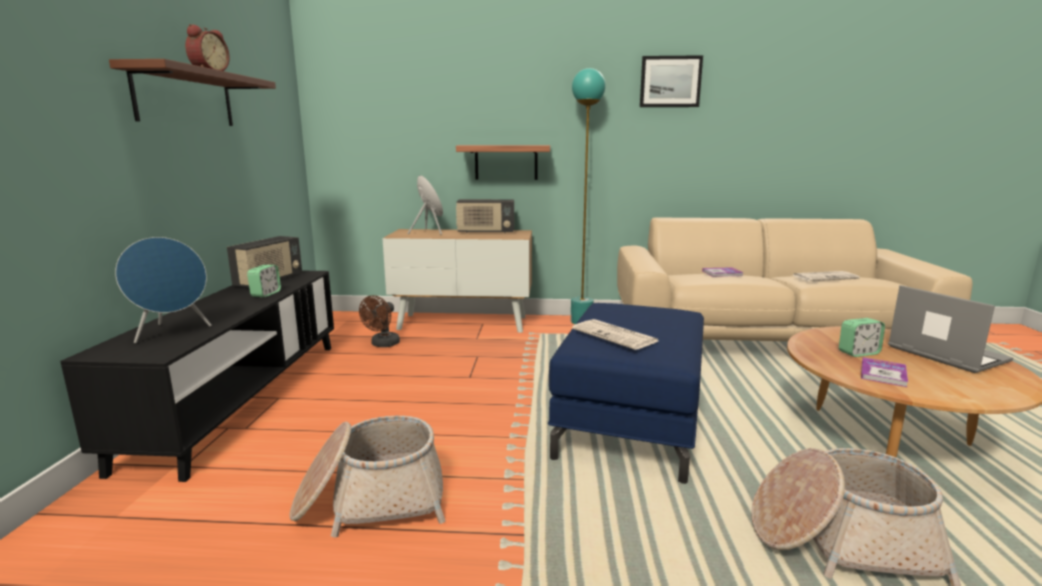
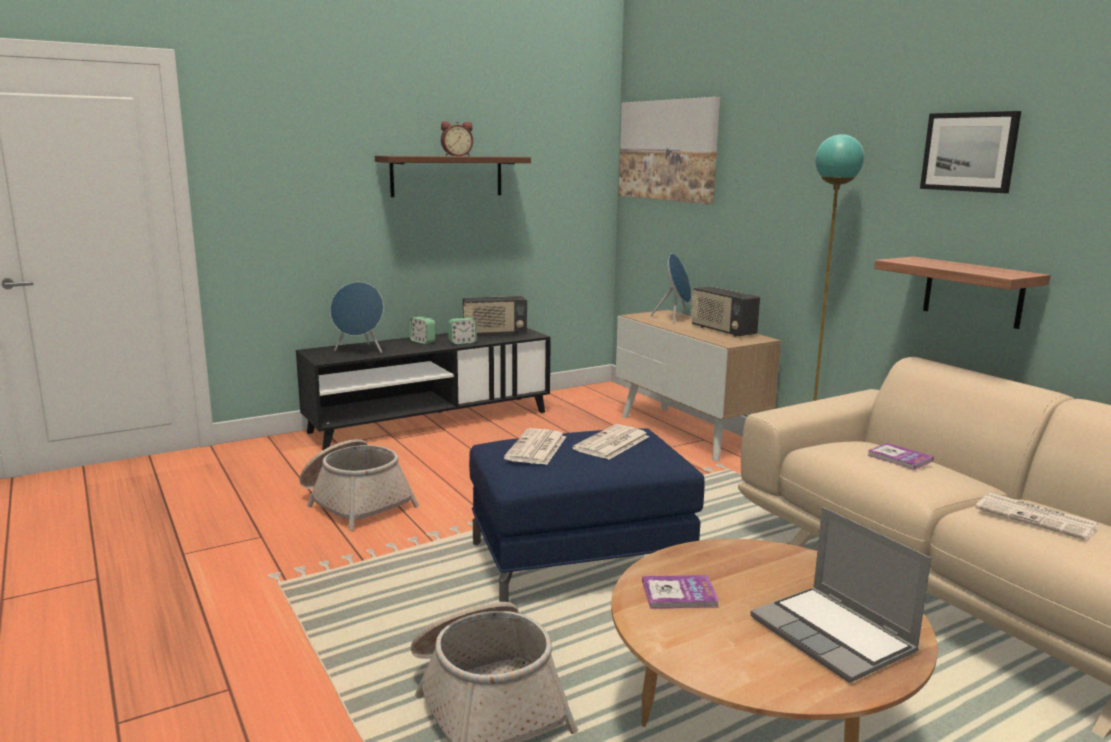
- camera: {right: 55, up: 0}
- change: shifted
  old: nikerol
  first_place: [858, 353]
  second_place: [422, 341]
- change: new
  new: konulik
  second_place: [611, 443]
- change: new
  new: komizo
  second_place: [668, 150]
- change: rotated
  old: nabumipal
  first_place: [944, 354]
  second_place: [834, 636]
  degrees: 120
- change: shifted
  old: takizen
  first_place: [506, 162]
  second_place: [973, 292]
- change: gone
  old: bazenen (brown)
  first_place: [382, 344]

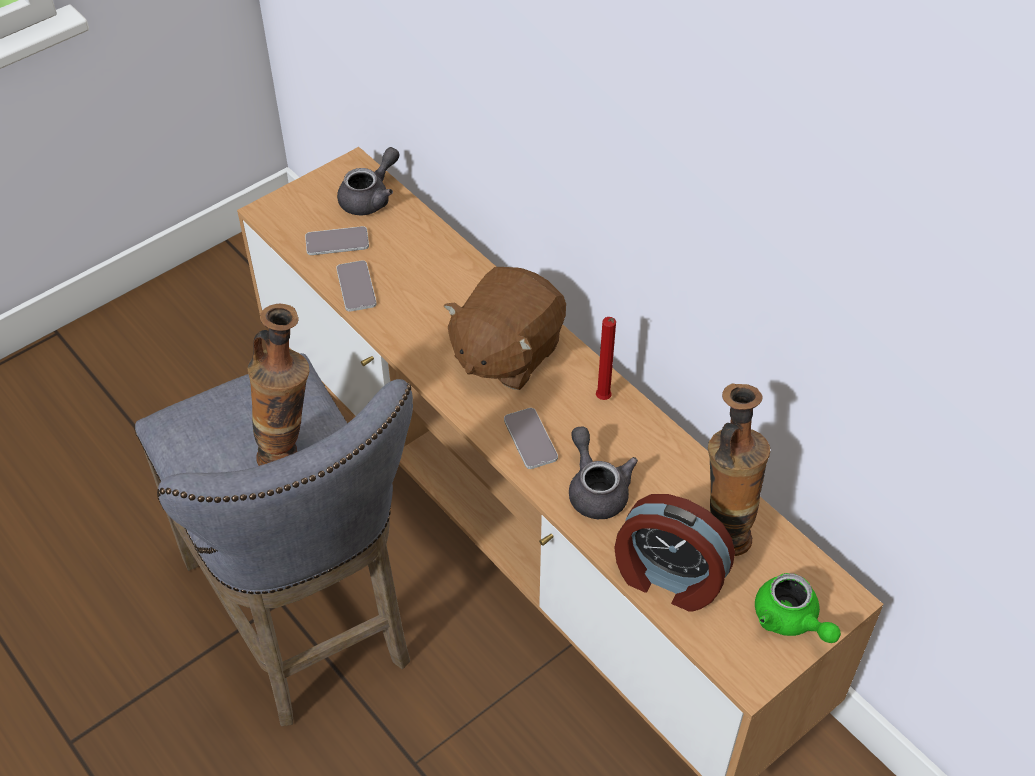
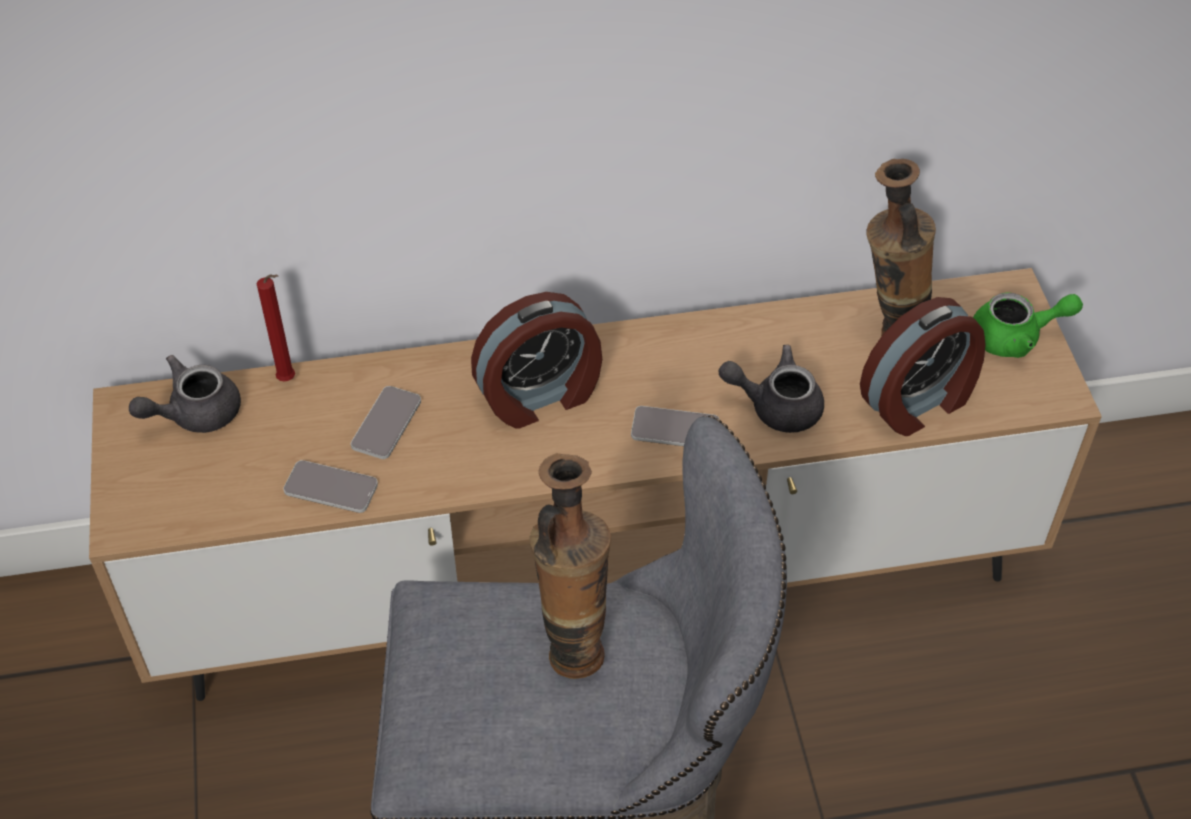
- camera: {right: -60, up: 0}
- change: rotated
  old: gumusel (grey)
  first_place: [370, 197]
  second_place: [194, 413]
  degrees: -105
- change: shifted
  old: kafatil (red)
  first_place: [603, 400]
  second_place: [289, 380]
- change: shifted
  old: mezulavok
  first_place: [337, 242]
  second_place: [386, 423]
- change: swapped
  old: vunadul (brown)
  new: nikerol
  first_place: [506, 353]
  second_place: [540, 396]

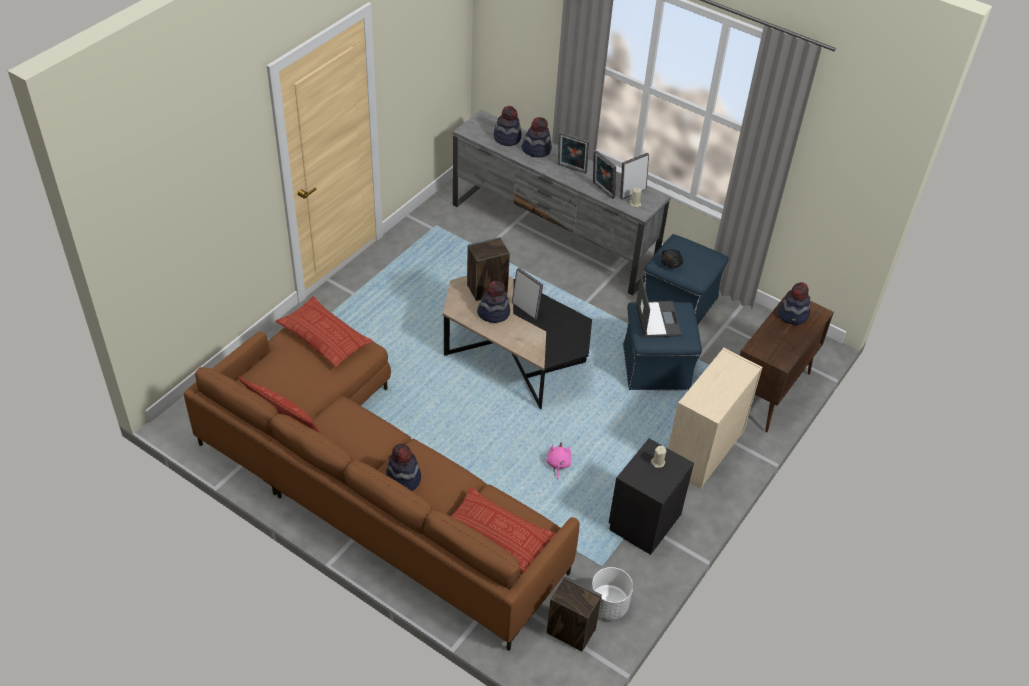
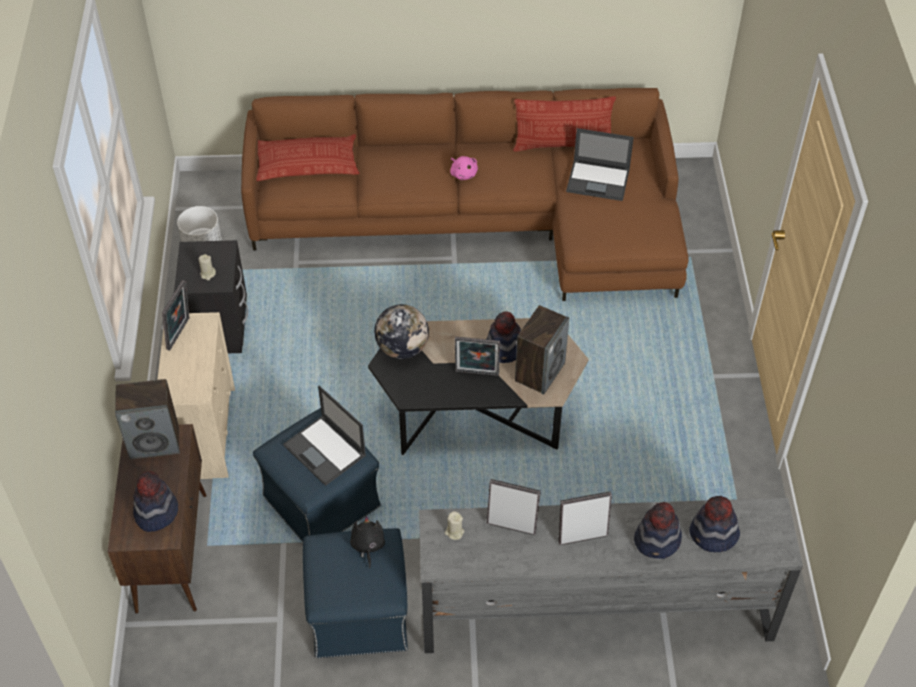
- camera: {right: 145, up: 5}
- change: shifted
  old: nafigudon
  first_place: [570, 631]
  second_place: [155, 441]
- change: shifted
  old: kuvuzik
  first_place: [632, 192]
  second_place: [180, 334]
- change: new
  new: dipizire
  second_place: [402, 348]
- change: shifted
  old: vunadul (pink)
  first_place: [558, 465]
  second_place: [463, 173]
- change: new
  new: nabumipal
  second_place: [599, 180]
- change: gone
  old: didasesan
  first_place: [324, 336]
- change: gone
  old: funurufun
  first_place: [403, 478]

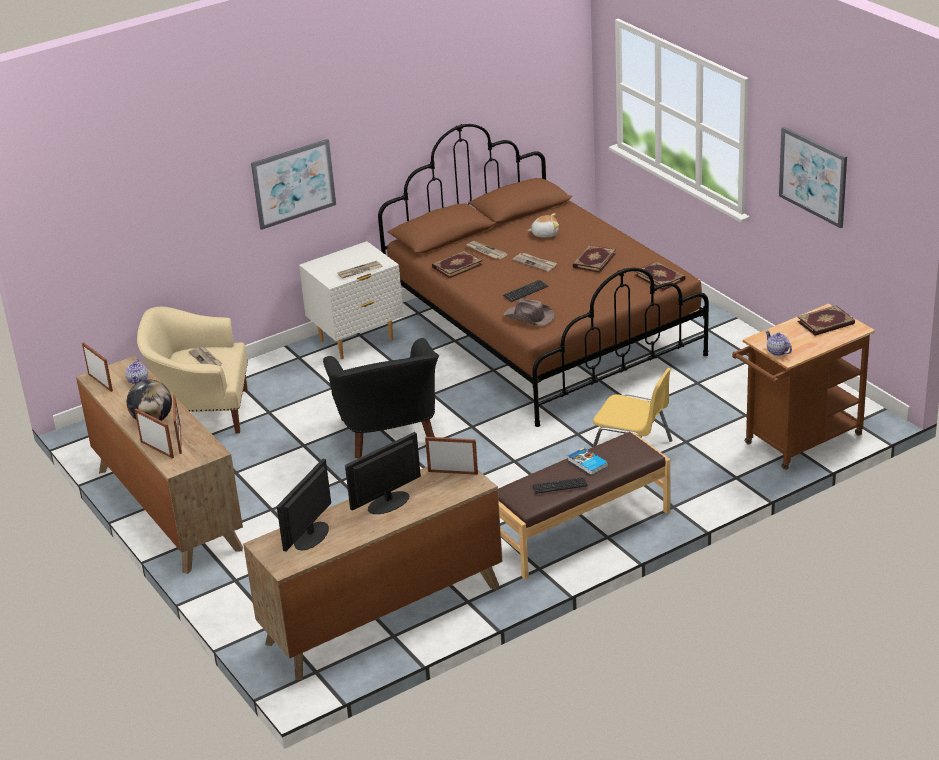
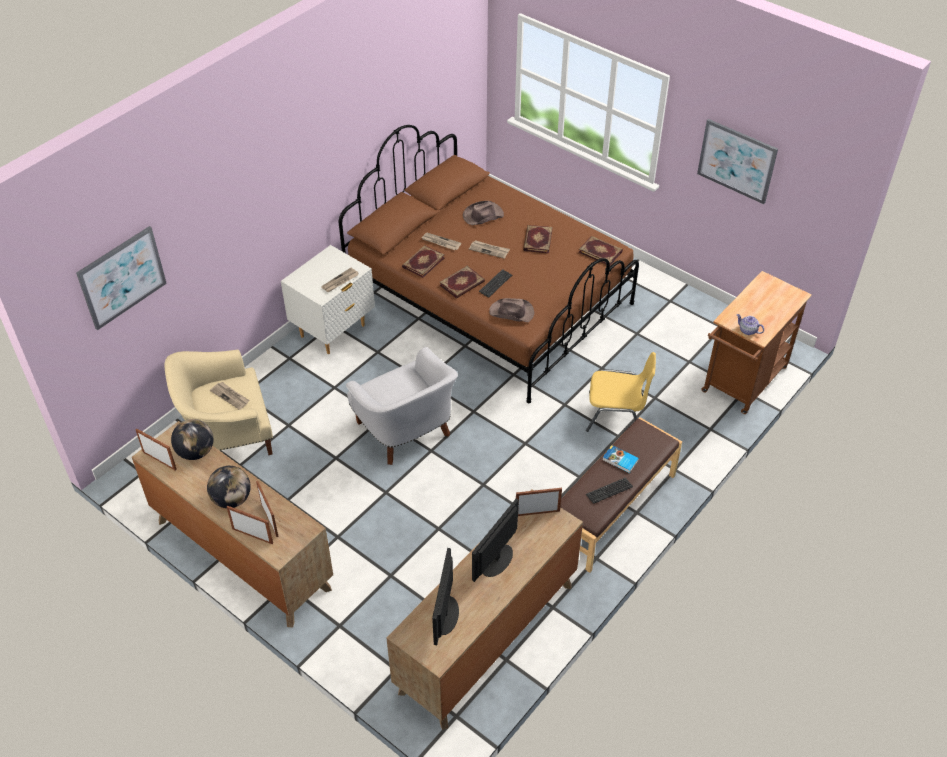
- camera: {right: -20, up: 15}
- change: shifted
  old: komizo
  first_place: [293, 183]
  second_place: [122, 277]
- change: swapped
  old: gumusel
  new: dipizire
  first_place: [138, 380]
  second_place: [196, 452]
- change: repainted
  old: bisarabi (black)
  new: bisarabi (white)
  first_place: [388, 434]
  second_place: [405, 432]
- change: shifted
  old: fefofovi
  first_place: [826, 323]
  second_place: [462, 284]
- change: swapped
  old: vunadul
  new: funurufun (brown)
  first_place: [545, 234]
  second_place: [482, 215]

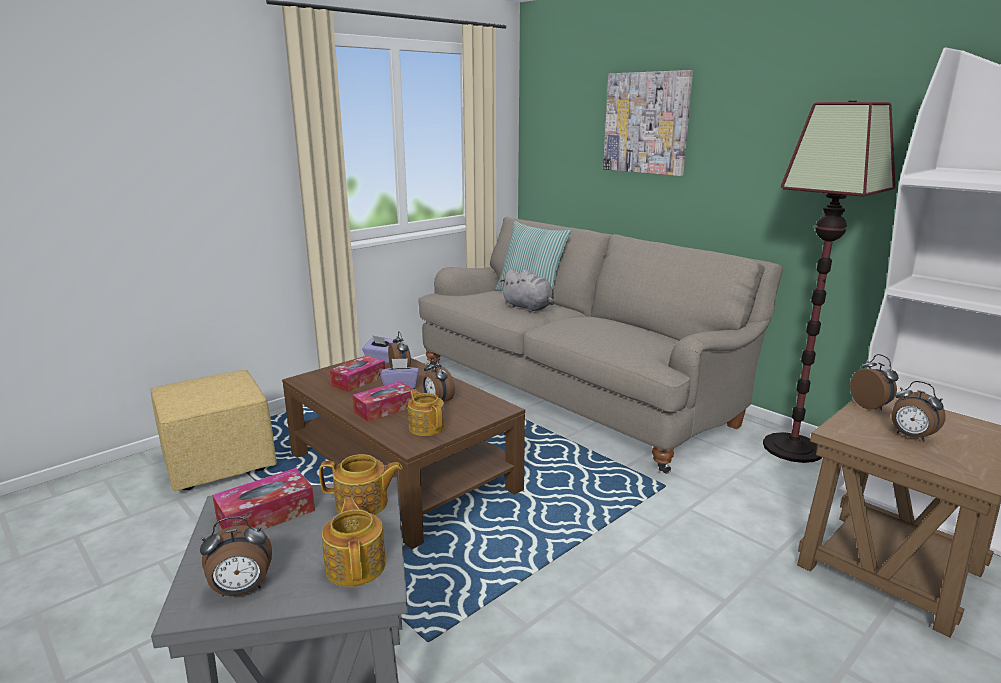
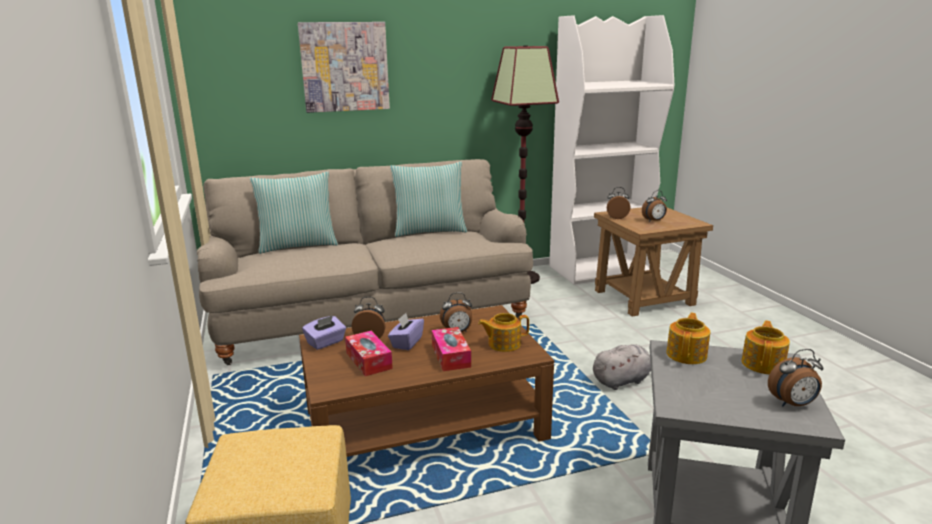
- camera: {right: -65, up: 0}
- change: new
  new: didasesan
  second_place: [429, 231]
- change: shifted
  old: vunadul (grey)
  first_place: [529, 308]
  second_place: [623, 380]
- change: rotated
  old: gumusel
  first_place: [356, 565]
  second_place: [763, 364]
  degrees: 105
- change: rotated
  old: nikerol
  first_place: [241, 590]
  second_place: [792, 404]
  degrees: 75
- change: gone
  old: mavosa
  first_place: [266, 515]

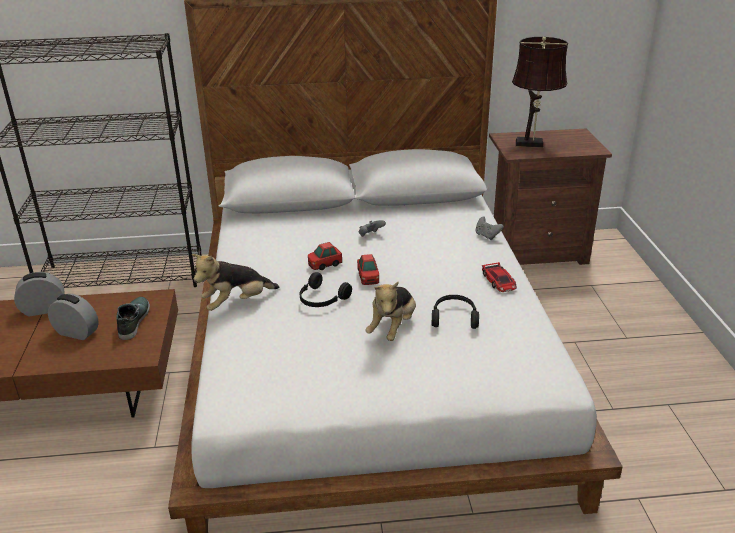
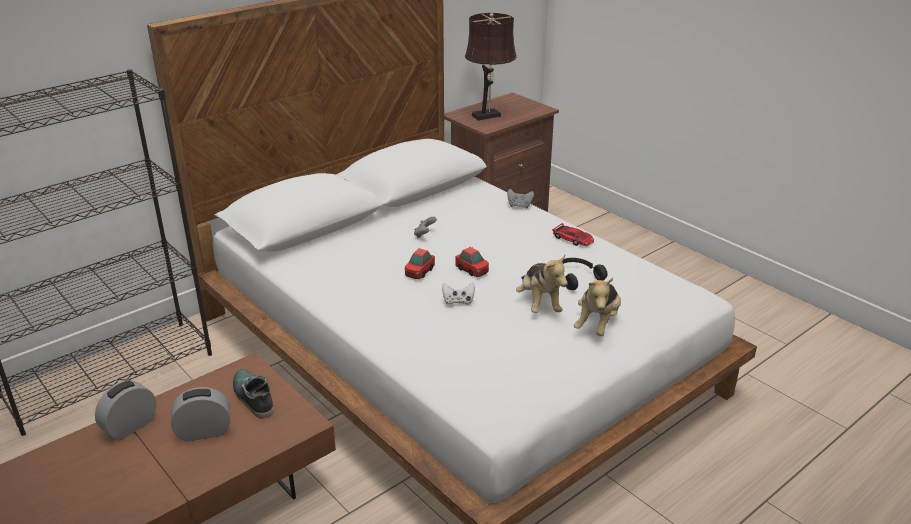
- camera: {right: -35, up: 0}
- change: swapped
  old: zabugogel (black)
  new: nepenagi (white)
  first_place: [321, 299]
  second_place: [458, 301]
- change: shifted
  old: vunadul
  first_place: [237, 303]
  second_place: [597, 323]

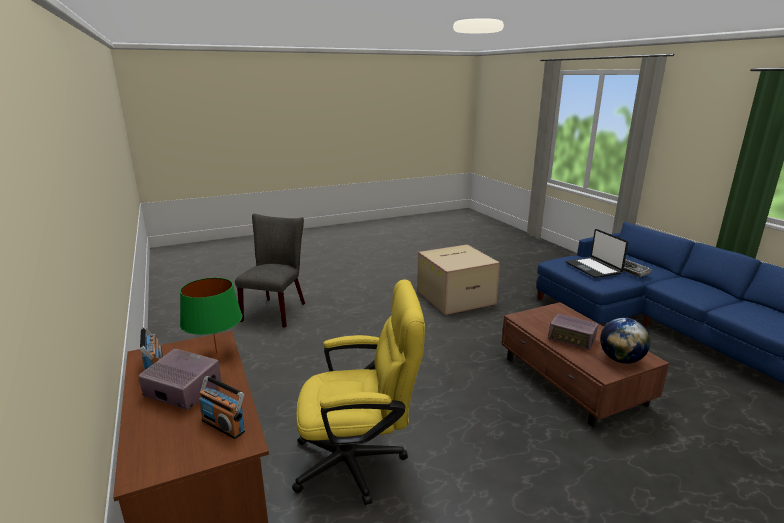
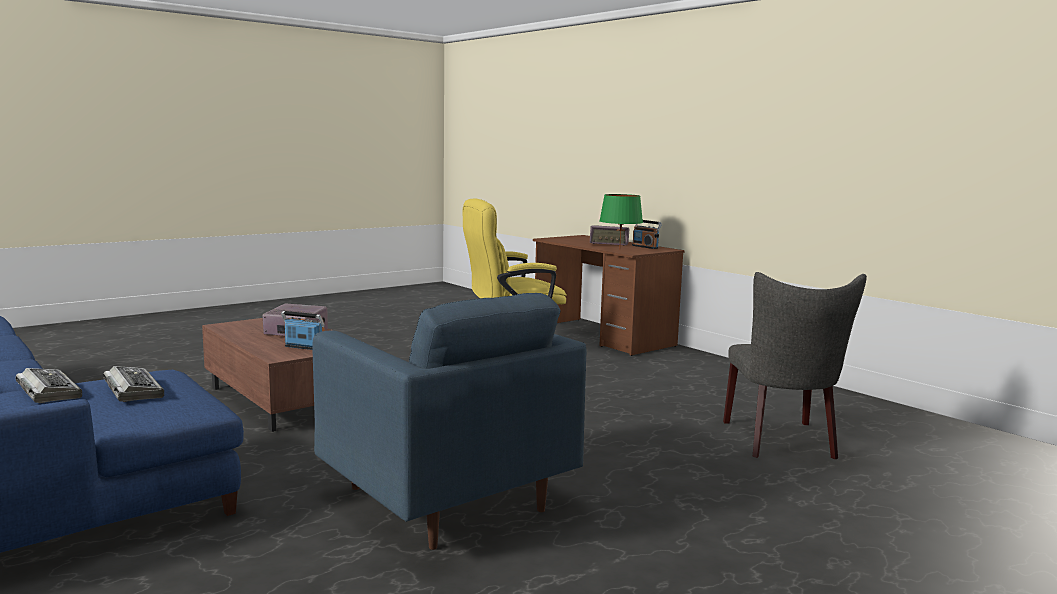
- camera: {right: 165, up: -10}
- change: swapped
  old: nabumipal
  new: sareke
  first_place: [593, 268]
  second_place: [133, 390]
- change: shifted
  old: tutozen
  first_place: [224, 425]
  second_place: [304, 347]
- change: swapped
  old: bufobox
  new: bisarabi (blue)
  first_place: [456, 297]
  second_place: [445, 499]
- change: gone
  old: dipizire
  first_place: [620, 359]

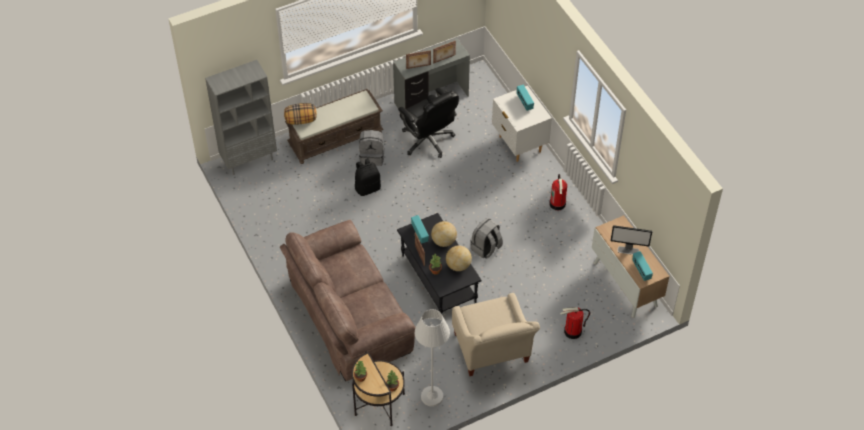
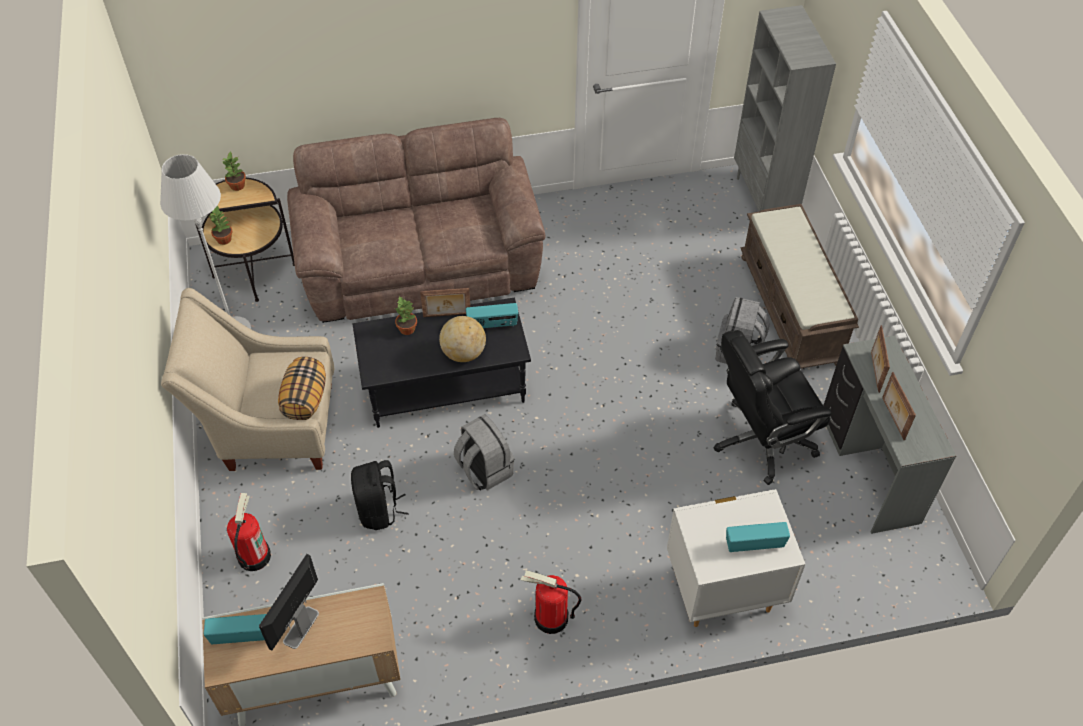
- camera: {right: 105, up: 0}
- change: shifted
  old: didasesan
  first_place: [301, 120]
  second_place: [305, 400]
- change: shifted
  old: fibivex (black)
  first_place: [367, 188]
  second_place: [379, 510]
- change: gone
  old: dipizire
  first_place: [458, 266]

